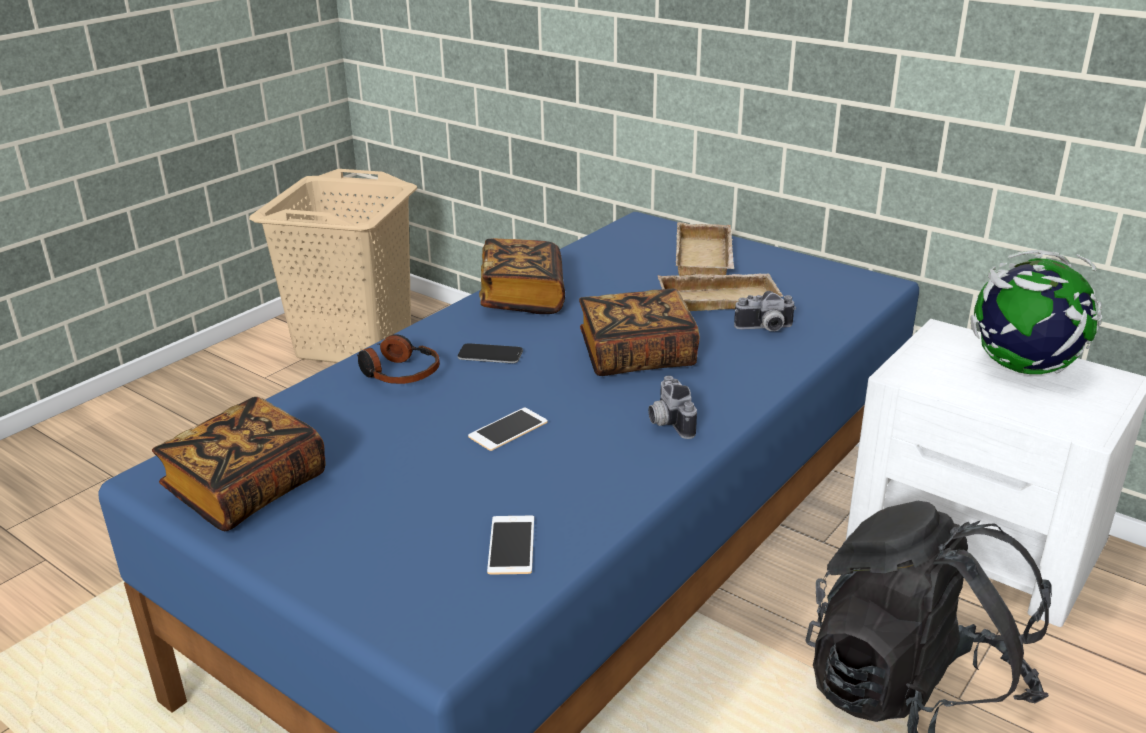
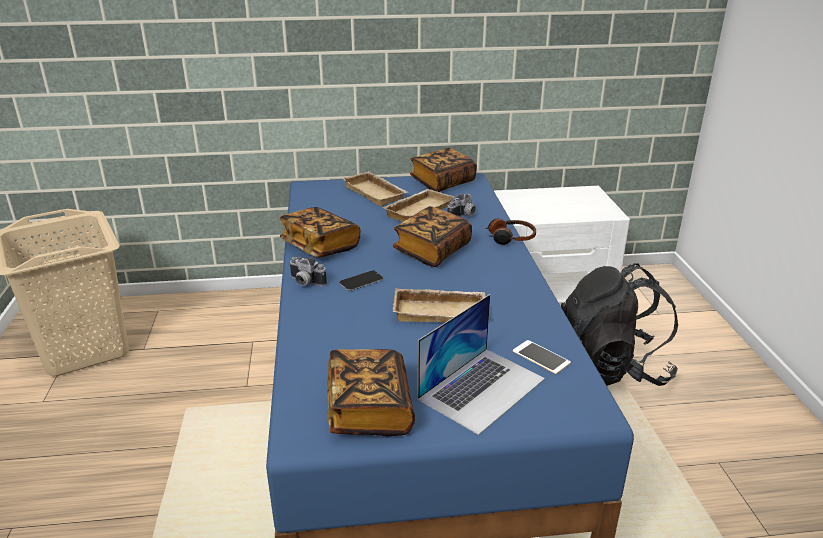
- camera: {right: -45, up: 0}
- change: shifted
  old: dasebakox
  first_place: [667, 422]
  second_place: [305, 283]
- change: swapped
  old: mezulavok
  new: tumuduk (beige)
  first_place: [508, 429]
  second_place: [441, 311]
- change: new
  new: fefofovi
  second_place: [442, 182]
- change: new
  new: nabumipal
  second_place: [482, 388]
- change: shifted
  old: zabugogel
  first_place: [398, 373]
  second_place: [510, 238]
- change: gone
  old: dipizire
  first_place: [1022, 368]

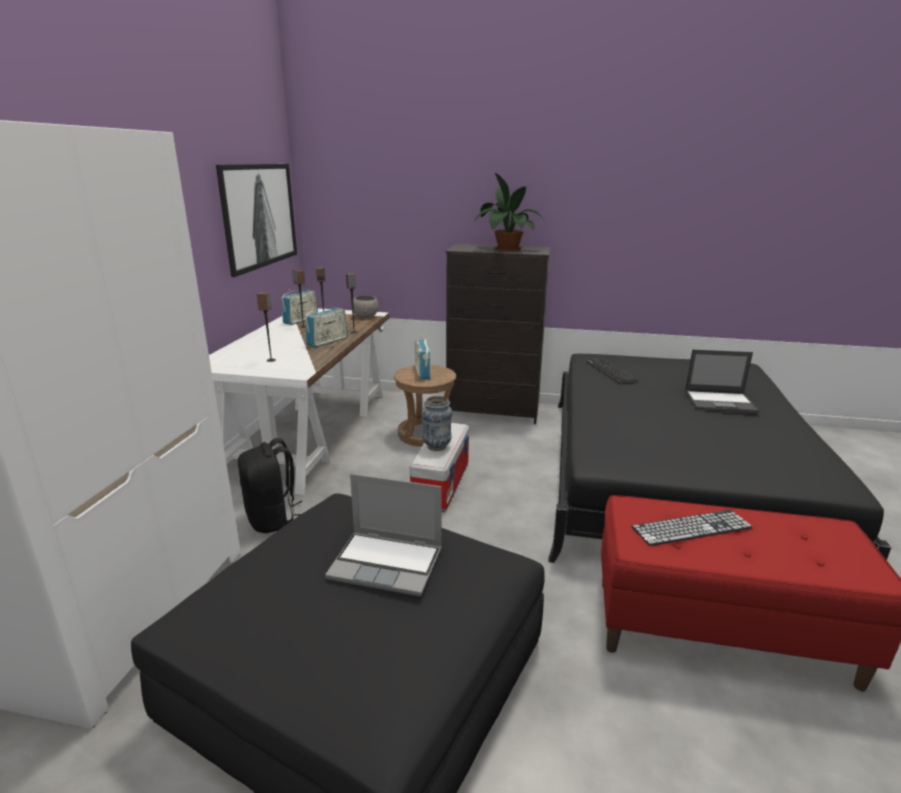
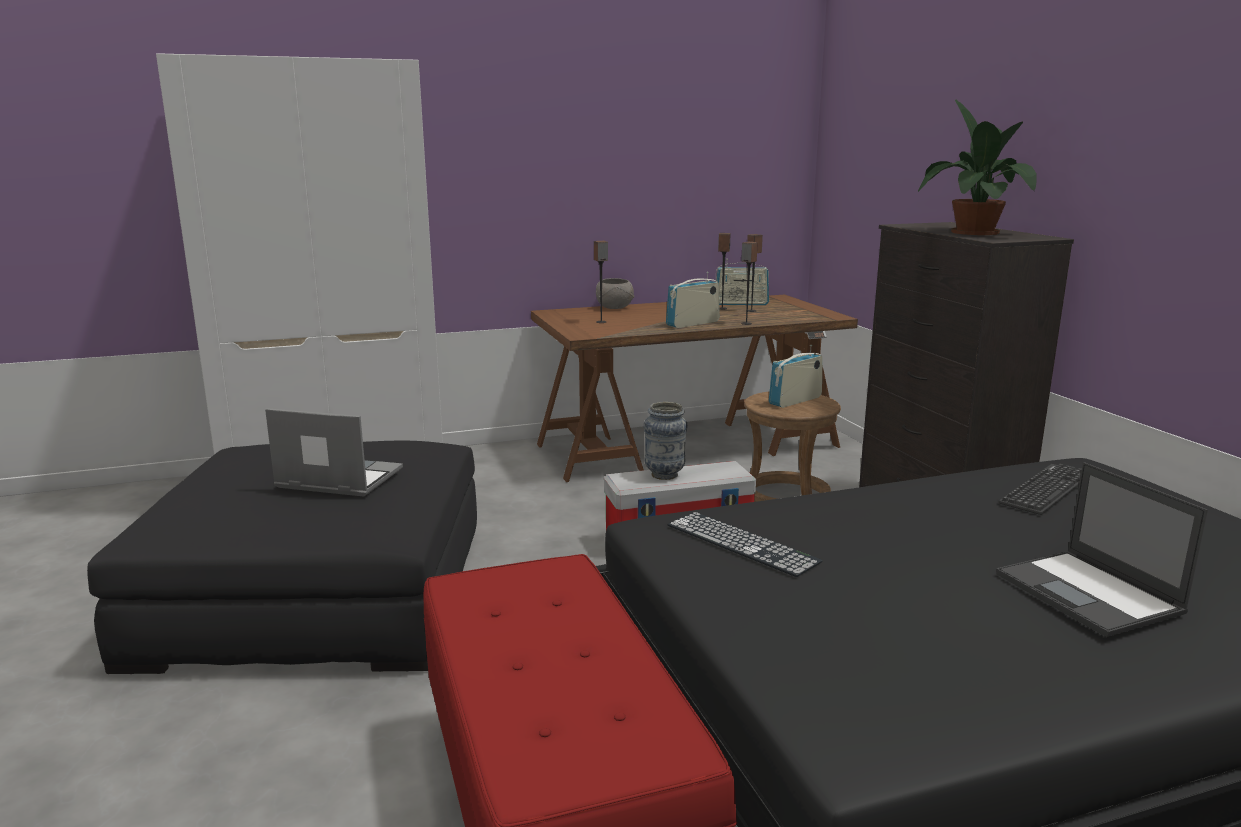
- camera: {right: 60, up: -5}
- change: rotated
  old: nabumipal
  first_place: [388, 564]
  second_place: [337, 479]
  degrees: 120
- change: repainted
  old: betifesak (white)
  new: betifesak (brown)
  first_place: [310, 433]
  second_place: [687, 445]
- change: shifted
  old: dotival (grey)
  first_place: [365, 317]
  second_place: [613, 308]
- change: rotated
  old: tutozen
  first_place: [327, 342]
  second_place: [692, 323]
  degrees: 135
- change: shifted
  old: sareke
  first_place: [691, 527]
  second_place: [741, 543]
- change: gone
  old: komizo
  first_place: [259, 215]
- change: gone
  old: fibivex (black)
  first_place: [273, 519]

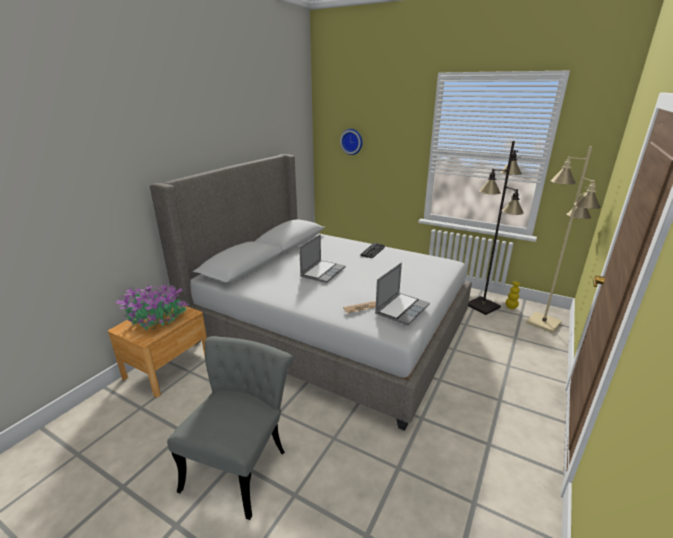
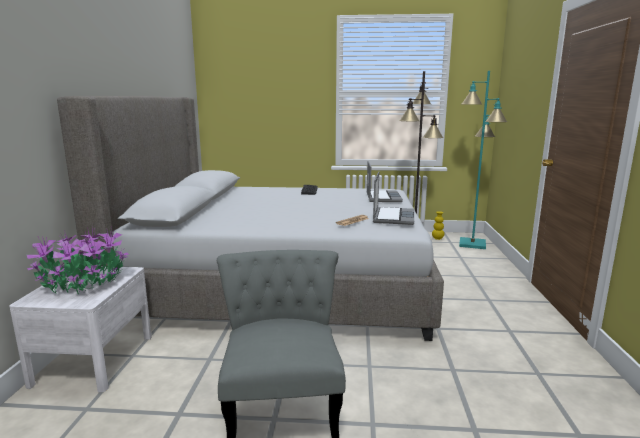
- camera: {right: -25, up: -10}
- change: repainted
  old: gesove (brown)
  new: gesove (white)
  first_place: [167, 368]
  second_place: [94, 359]
- change: shifted
  old: nabumipal
  first_place: [322, 272]
  second_place: [382, 197]
- change: repainted
  old: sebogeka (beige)
  new: sebogeka (turquoise)
  first_place: [543, 322]
  second_place: [472, 244]
- change: gone
  old: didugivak
  first_place: [352, 141]

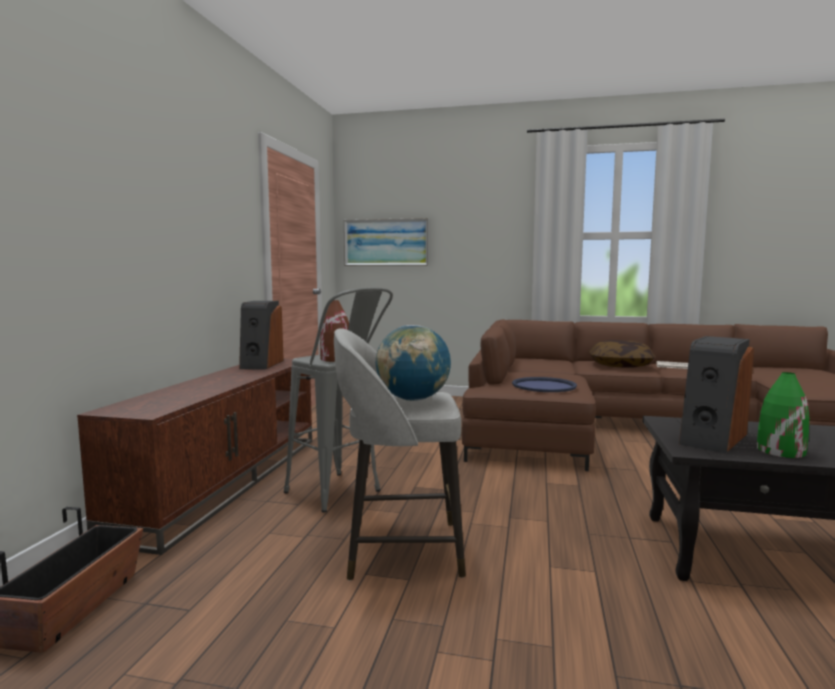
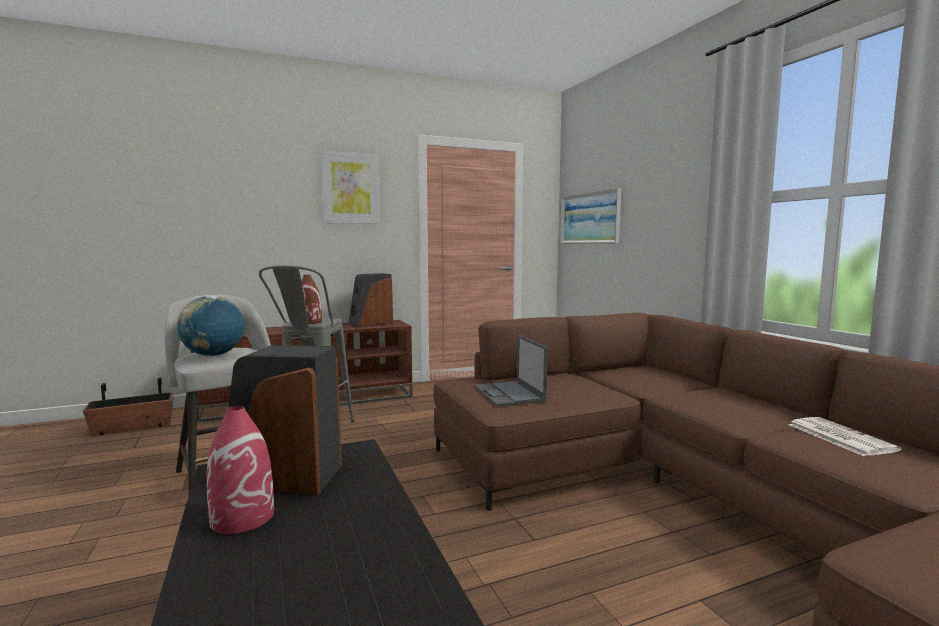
- camera: {right: 55, up: 0}
- change: repainted
  old: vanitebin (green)
  new: vanitebin (red)
  first_place: [780, 451]
  second_place: [243, 517]
- change: new
  new: komizo
  second_place: [350, 188]
- change: swapped
  old: tumuduk (blue)
  new: nabumipal
  first_place: [543, 386]
  second_place: [509, 394]
- change: gone
  old: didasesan
  first_place: [620, 365]

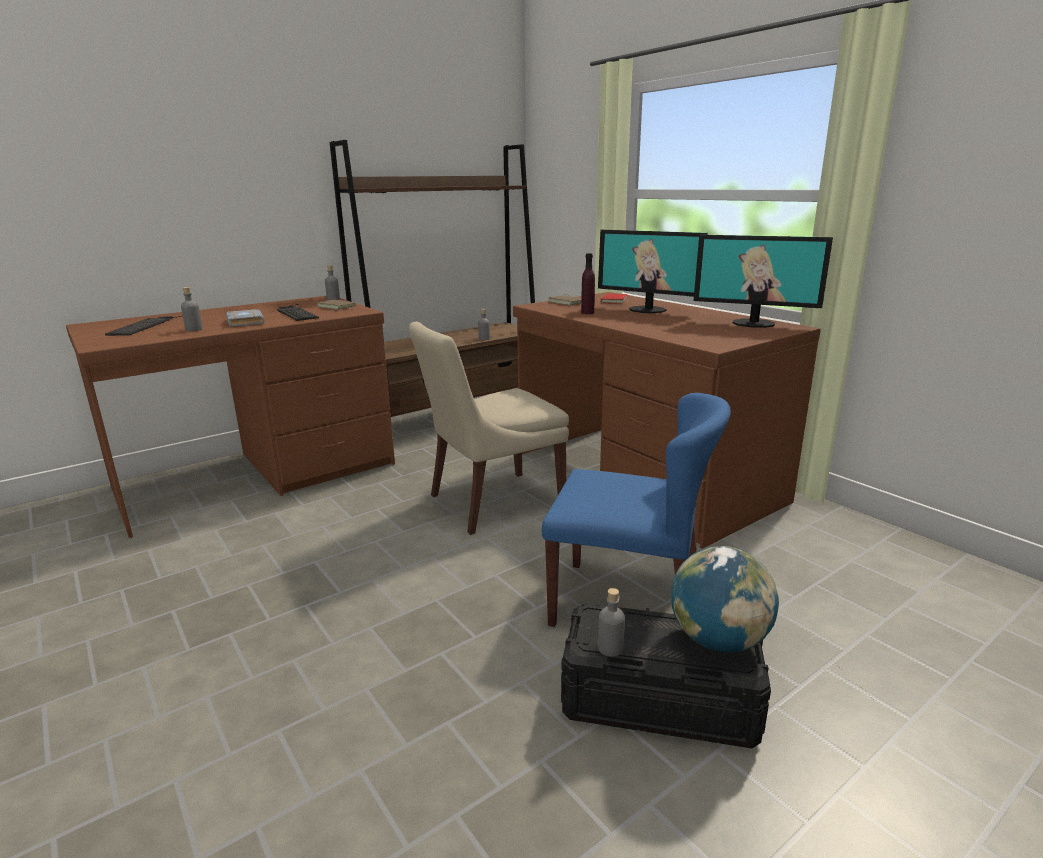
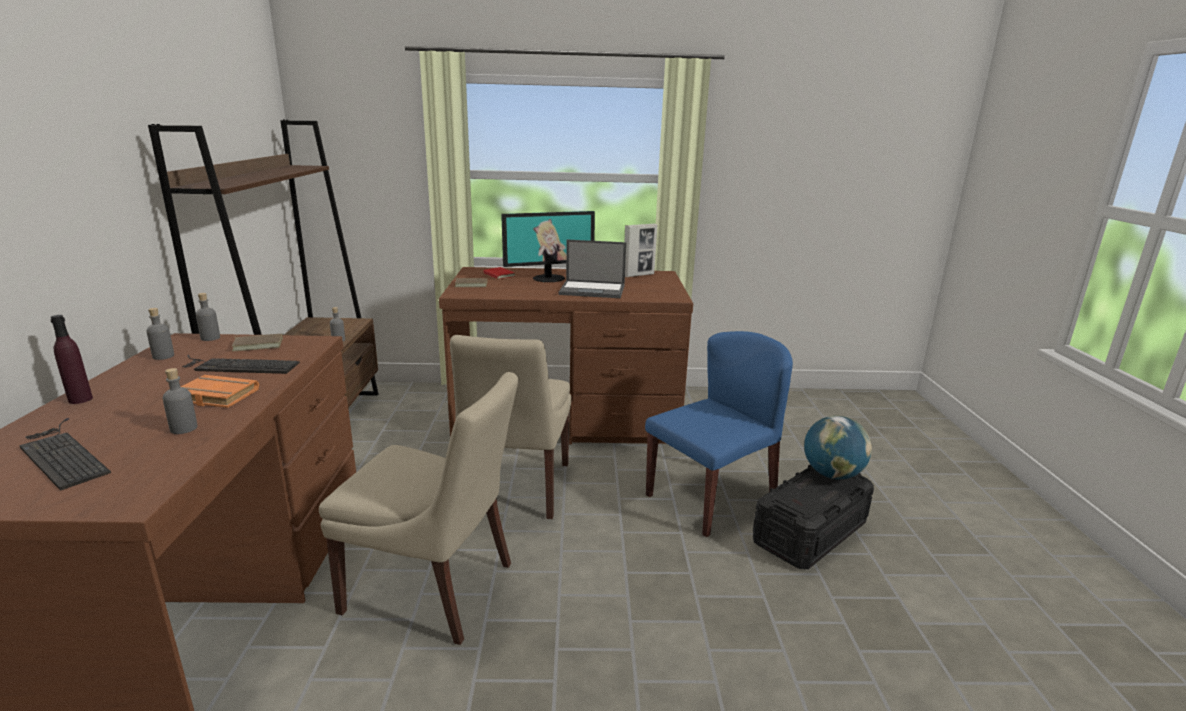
- camera: {right: -55, up: 0}
- change: shifted
  old: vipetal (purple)
  first_place: [587, 313]
  second_place: [80, 399]
- change: shifted
  old: vipetal (grey)
  first_place: [610, 648]
  second_place: [163, 356]
- change: repainted
  old: fefofovi (grey)
  new: fefofovi (orange)
  first_place: [244, 322]
  second_place: [214, 397]
- change: new
  new: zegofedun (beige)
  second_place: [434, 589]
- change: new
  new: nabumipal
  second_place: [593, 290]
- change: swapped
  old: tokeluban
  new: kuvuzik
  first_place: [753, 323]
  second_place: [638, 275]

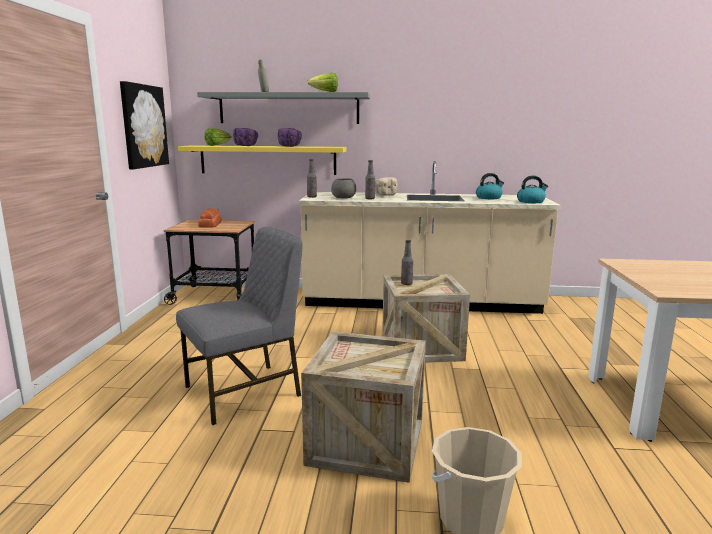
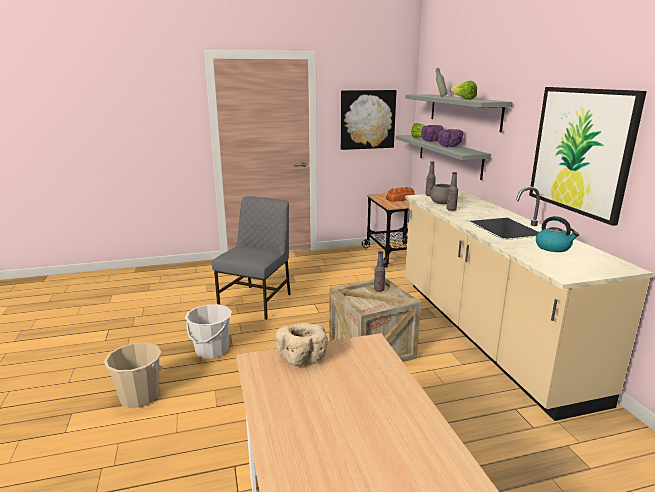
- camera: {right: 70, up: 5}
- change: swapped
  old: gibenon
  new: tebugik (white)
  first_place: [366, 442]
  second_place: [211, 350]
- change: rotated
  old: zegofedun (grey)
  first_place: [245, 391]
  second_place: [257, 301]
  degrees: -105
- change: shifted
  old: dotival (beige)
  first_place: [385, 195]
  second_place: [302, 357]
- change: repainted
  old: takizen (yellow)
  new: takizen (grey)
  first_place: [268, 160]
  second_place: [449, 155]
- change: new
  new: komizo
  second_place: [581, 151]
- change: gone
  old: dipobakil
  first_place: [531, 201]

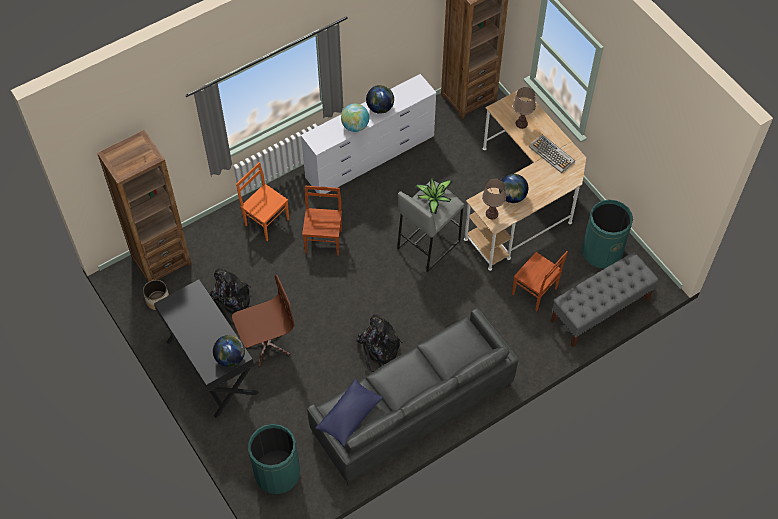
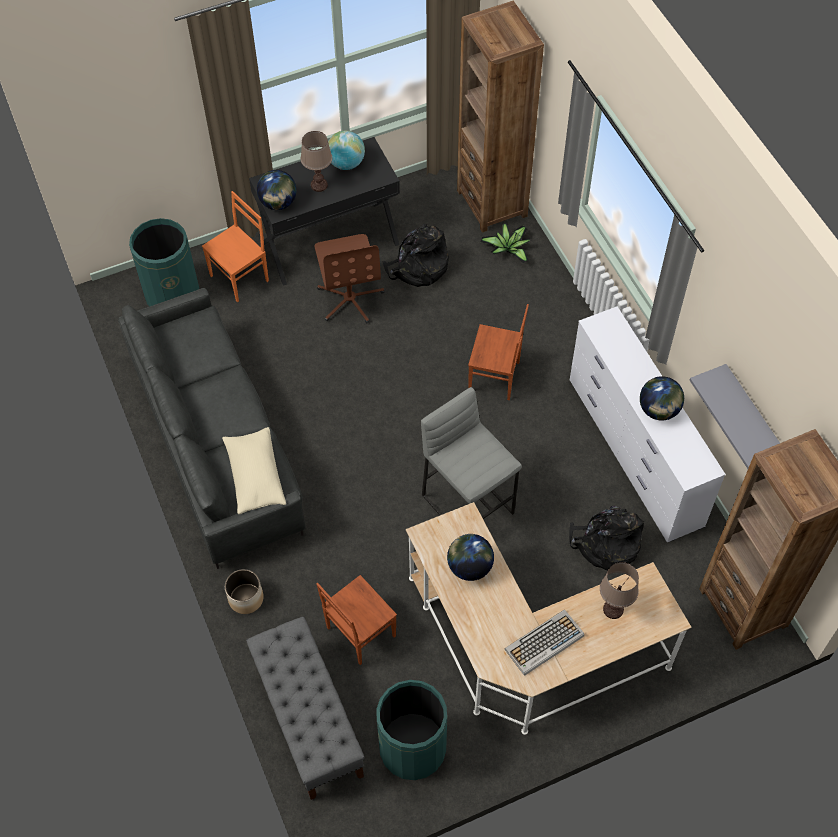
- camera: {right: 100, up: 0}
- change: shifted
  old: zegofedun (orange)
  first_place: [267, 221]
  second_place: [240, 278]
- change: new
  new: didasesan (beige)
  second_place: [255, 476]
- change: shifted
  old: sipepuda
  first_place: [158, 300]
  second_place: [245, 598]
- change: shifted
  old: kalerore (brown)
  first_place: [491, 214]
  second_place: [319, 185]
- change: shifted
  old: dipizire
  first_place: [355, 126]
  second_place: [346, 163]
- change: shifted
  old: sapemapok
  first_place: [433, 198]
  second_place: [508, 249]
- change: shifted
  old: fibivex (black)
  first_place: [378, 350]
  second_place: [605, 544]
- change: new
  new: takizen (grey)
  second_place: [752, 416]
- change: gone
  old: didasesan (blue)
  first_place: [349, 416]

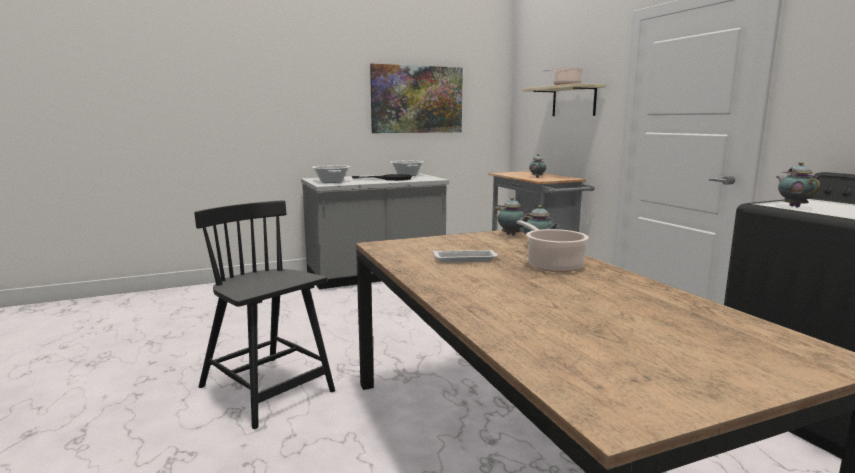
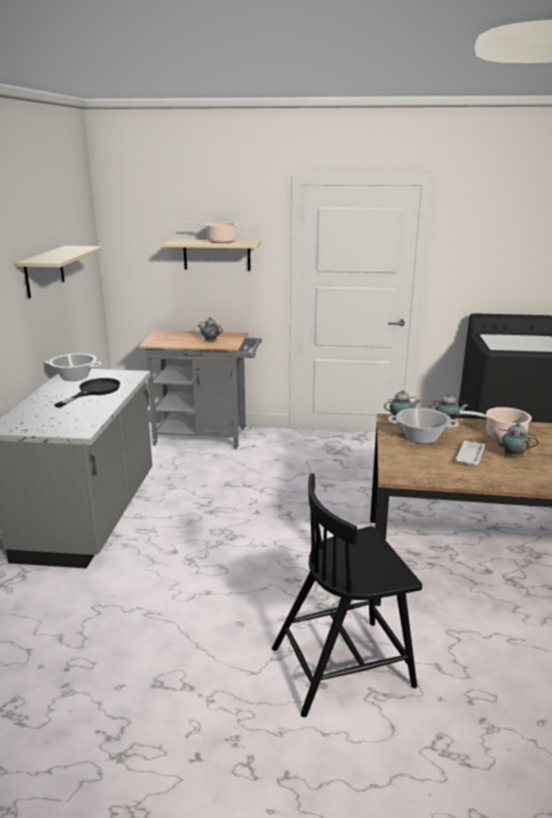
- camera: {right: -60, up: 10}
- change: swapped
  old: komizo
  new: takizen (beige)
  first_place: [417, 99]
  second_place: [44, 271]
- change: shifted
  old: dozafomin
  first_place: [331, 182]
  second_place: [421, 437]
- change: shifted
  old: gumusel
  first_place: [793, 206]
  second_place: [511, 456]

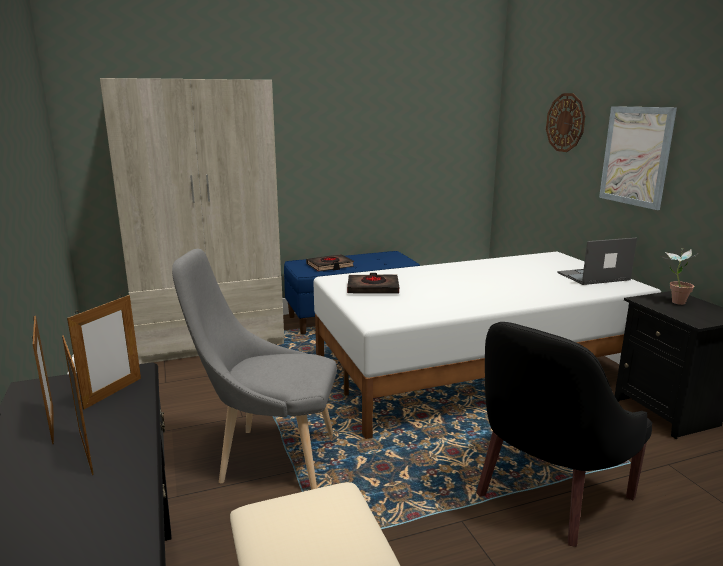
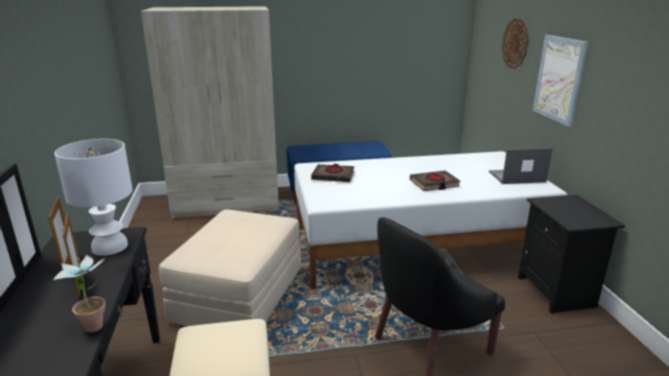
- camera: {right: 10, up: 5}
- change: swapped
  old: kuvuzik
  new: kalerore (white)
  first_place: [113, 393]
  second_place: [110, 246]
- change: shifted
  old: sapemapok
  first_place: [673, 301]
  second_place: [93, 323]
- change: swapped
  old: zegofedun (grey)
  new: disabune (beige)
  first_place: [270, 458]
  second_place: [239, 295]
- change: shifted
  old: fefofovi (black)
  first_place: [330, 266]
  second_place: [434, 184]

